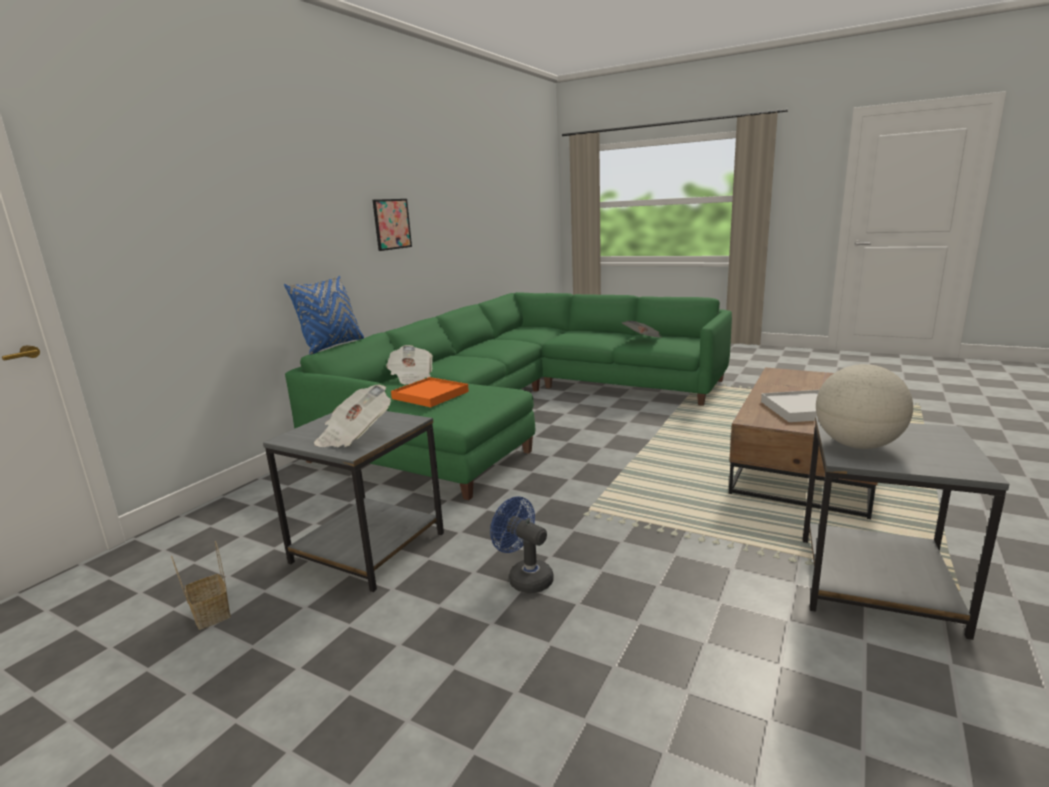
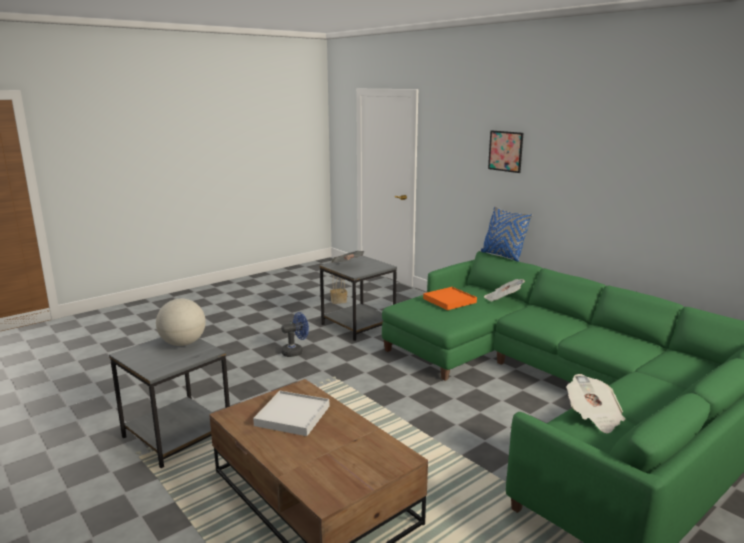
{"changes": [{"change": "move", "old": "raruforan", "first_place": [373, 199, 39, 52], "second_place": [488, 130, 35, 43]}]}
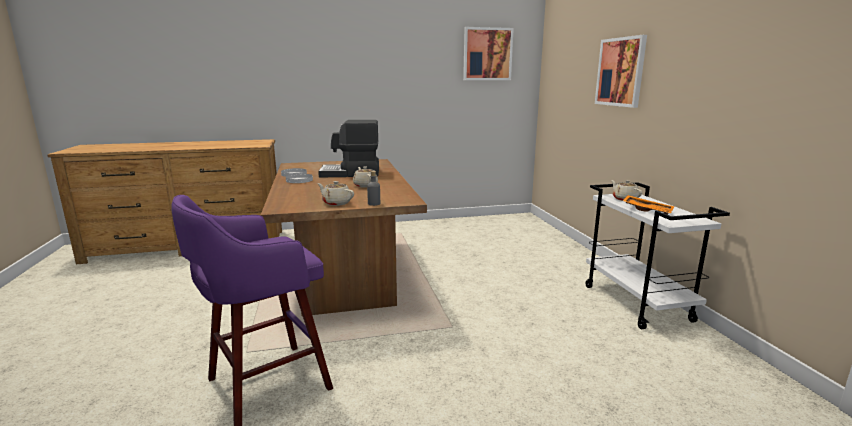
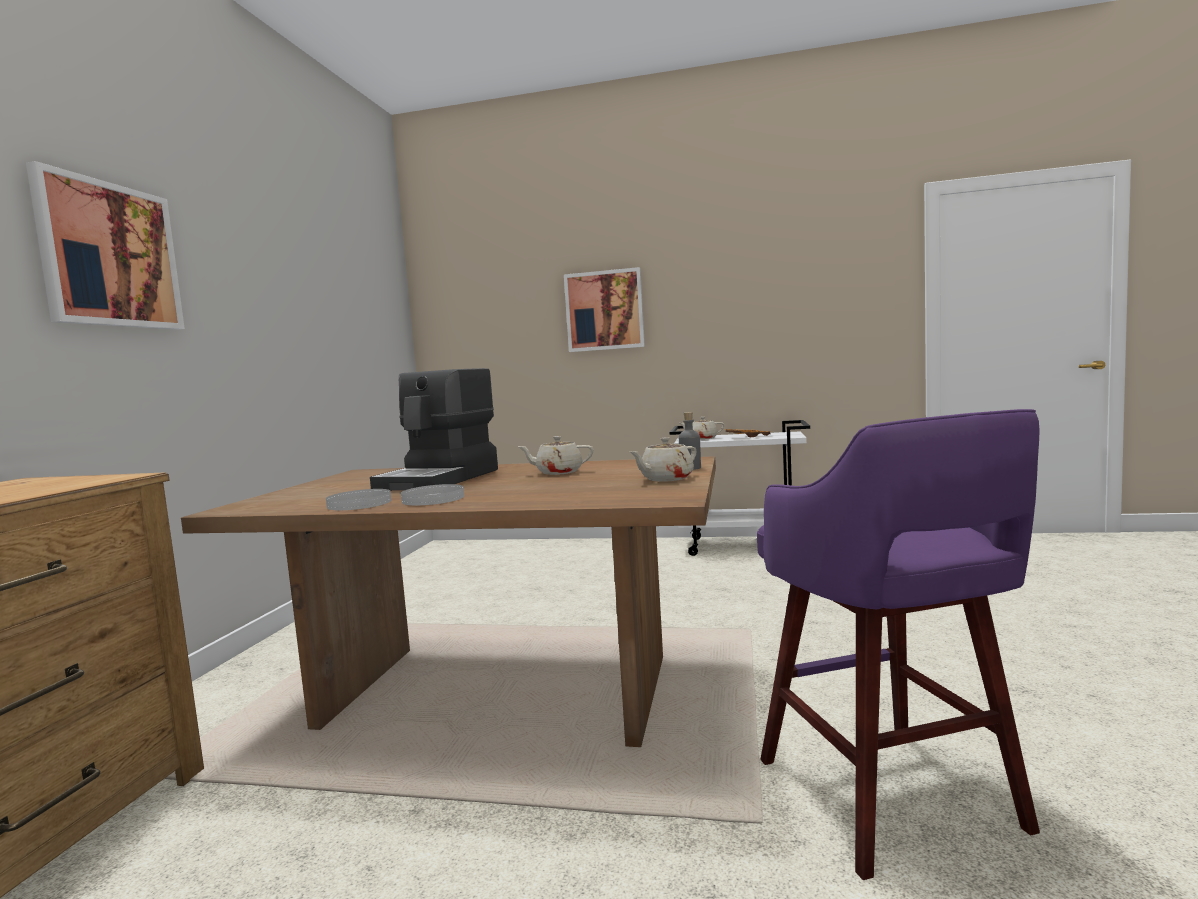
{"changes": [{"change": "move", "old": "raruforan", "first_place": [463, 27, 51, 53], "second_place": [26, 161, 159, 169]}]}
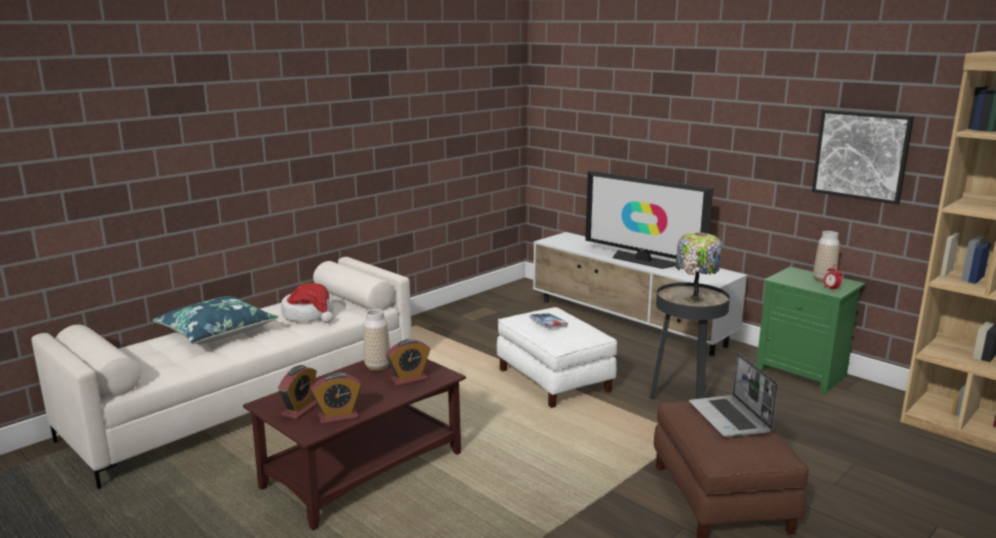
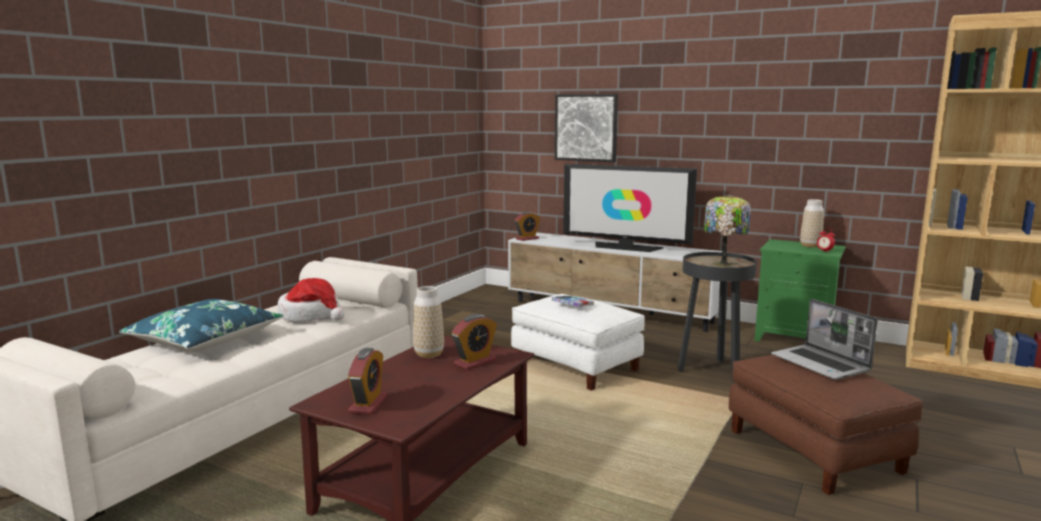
{"changes": [{"change": "move", "old": "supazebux", "first_place": [311, 373, 51, 52], "second_place": [515, 212, 25, 29]}, {"change": "move", "old": "raruforan", "first_place": [812, 109, 102, 96], "second_place": [555, 94, 63, 68]}]}
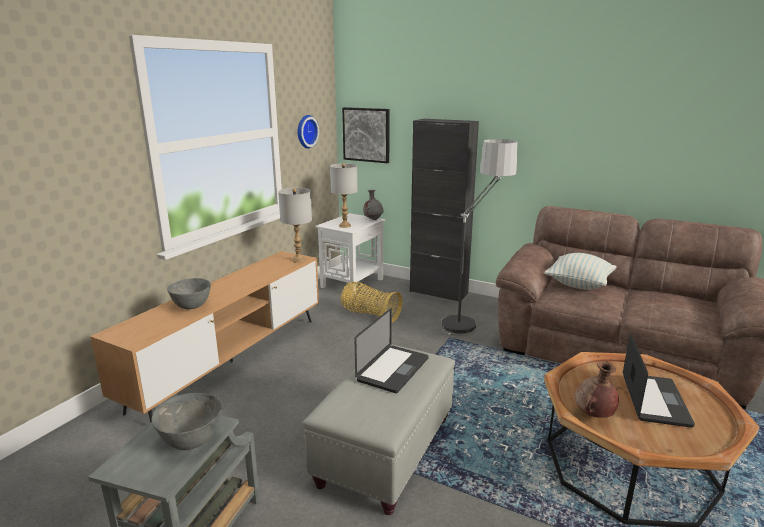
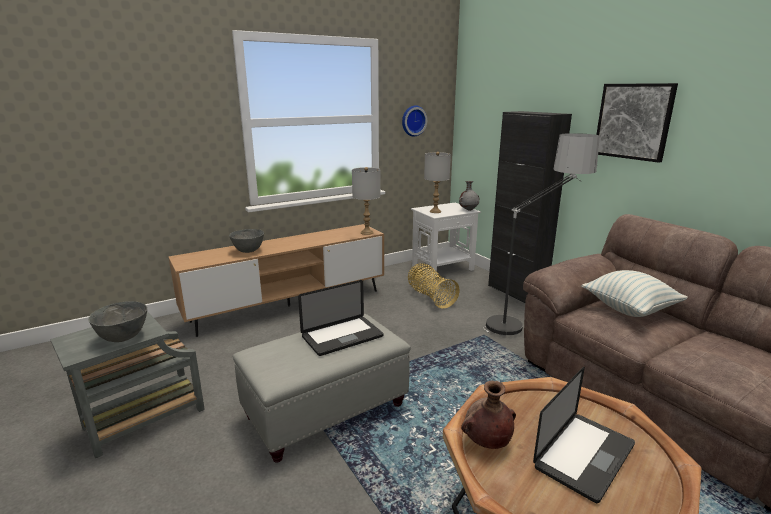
{"changes": [{"change": "move", "old": "raruforan", "first_place": [342, 107, 48, 56], "second_place": [596, 83, 82, 80]}]}
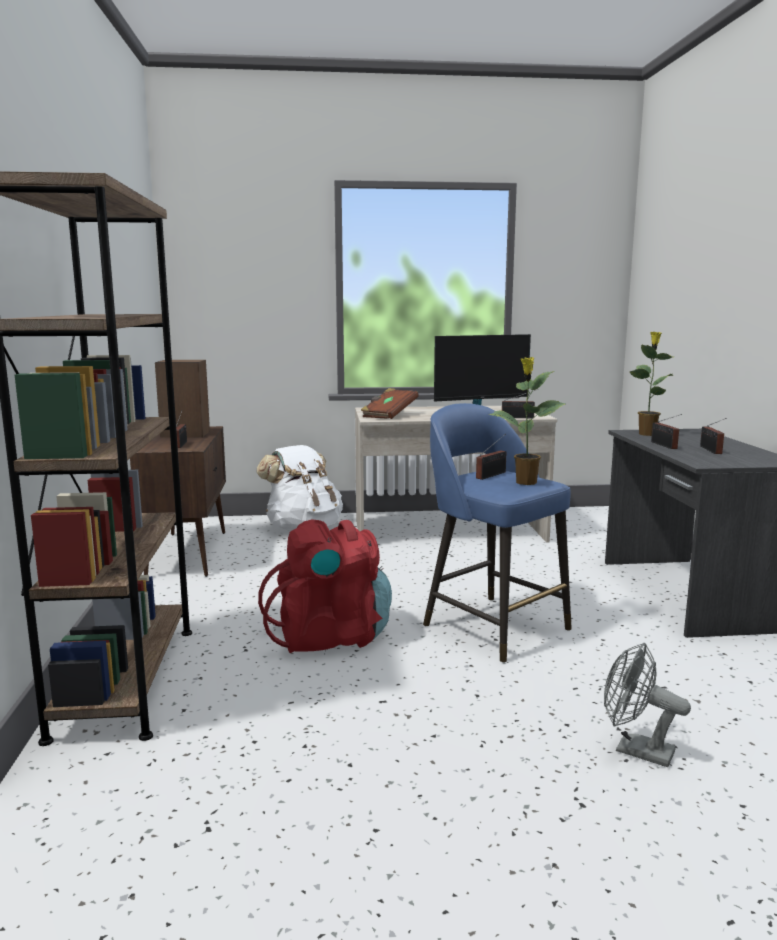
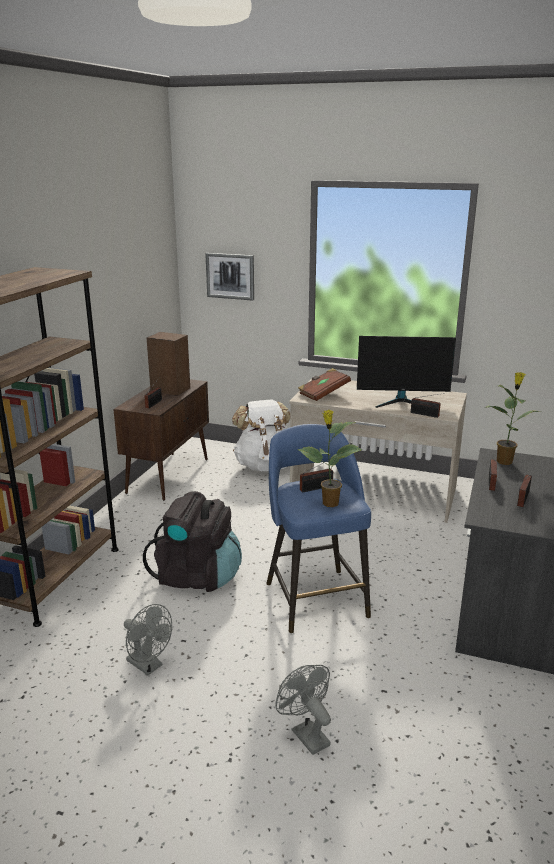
{"changes": [{"change": "insert", "new": "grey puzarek", "second_place": [124, 604, 48, 71]}, {"change": "insert", "new": "raruforan", "second_place": [205, 253, 49, 48]}, {"change": "recolor", "old": "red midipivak", "new": "black midipivak", "first_place": [258, 519, 134, 134], "second_place": [143, 491, 99, 101]}]}
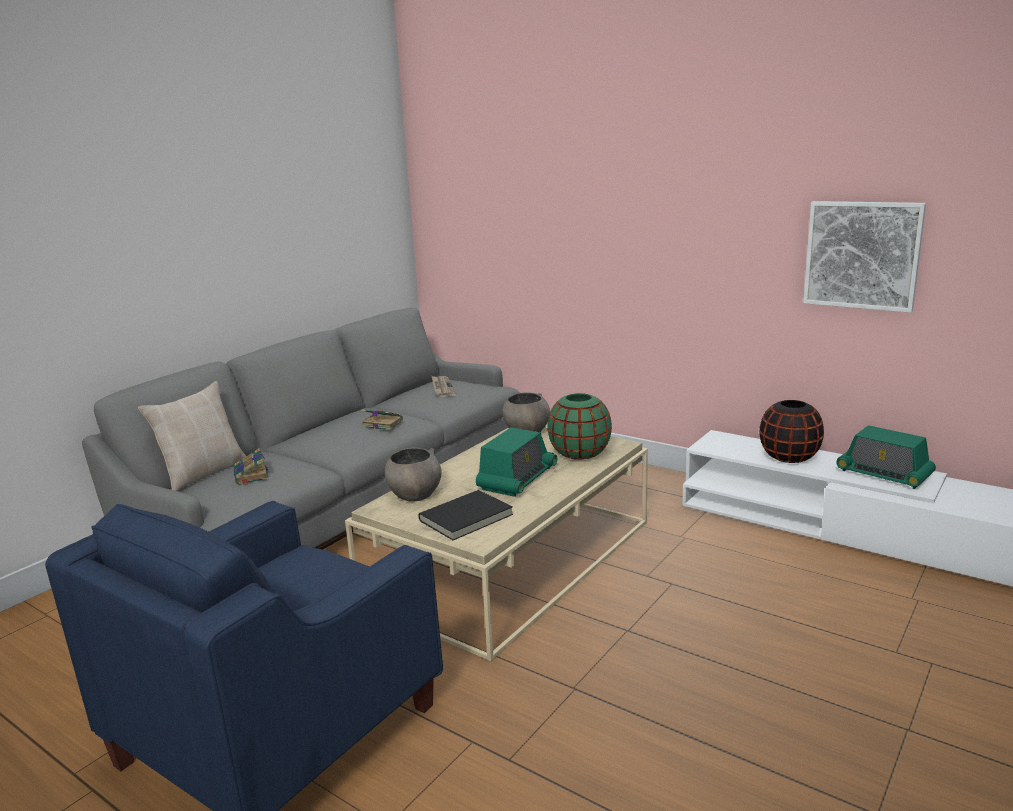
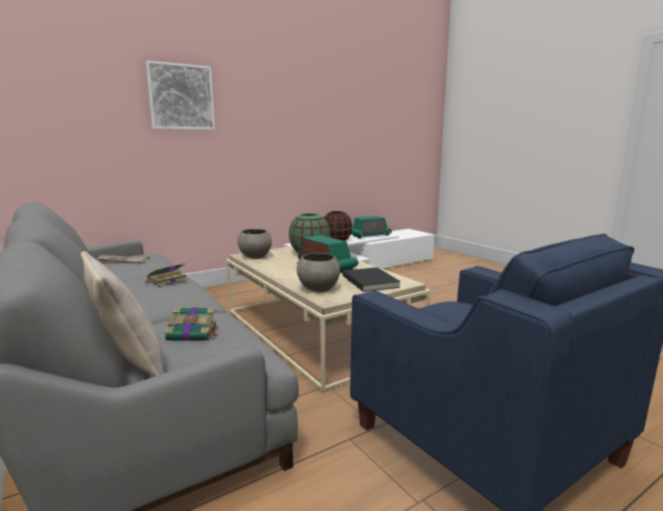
{"changes": [{"change": "move", "old": "raruforan", "first_place": [803, 201, 123, 112], "second_place": [146, 60, 69, 70]}]}
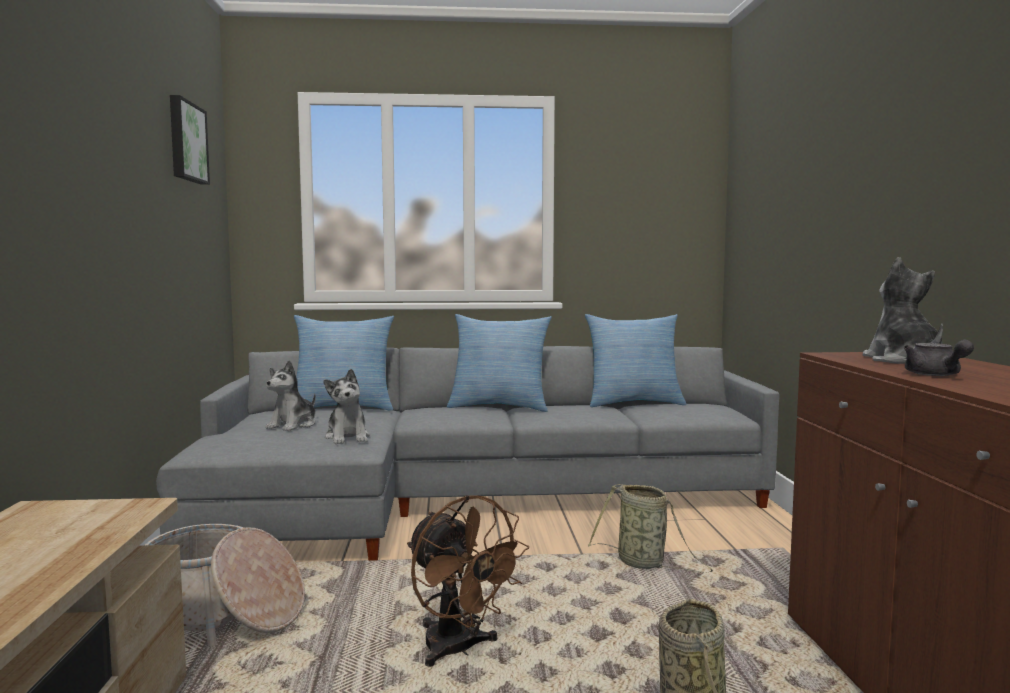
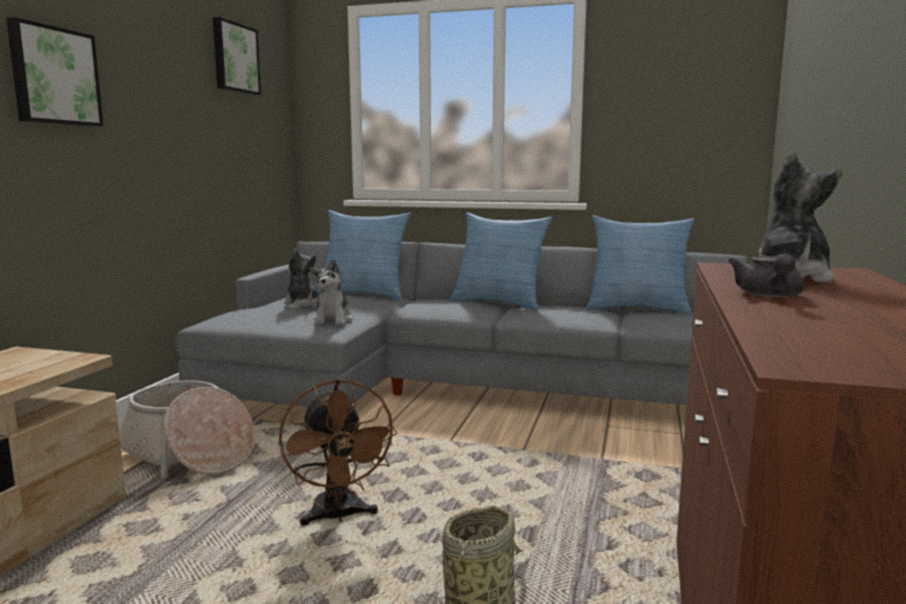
{"changes": [{"change": "delete", "old": "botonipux", "first_place": [588, 484, 125, 89]}, {"change": "insert", "new": "raruforan", "second_place": [6, 17, 98, 110]}, {"change": "rotate", "old": "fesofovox", "first_place": [266, 360, 50, 71], "second_place": [284, 248, 35, 61], "degrees": 105}]}
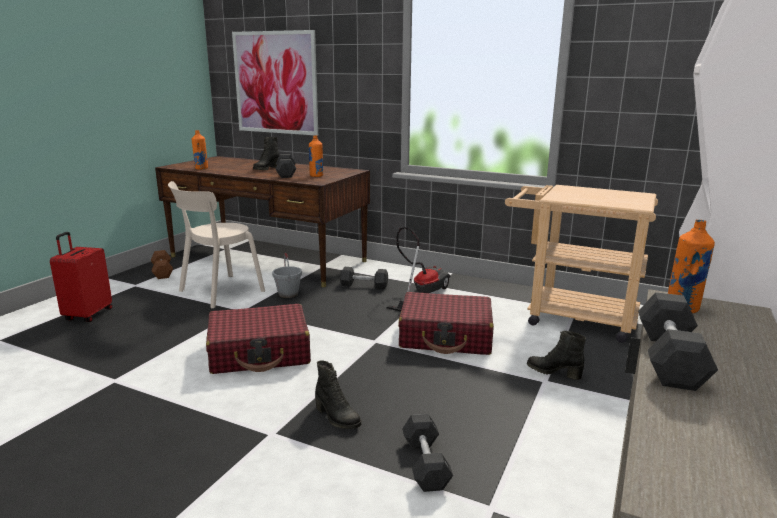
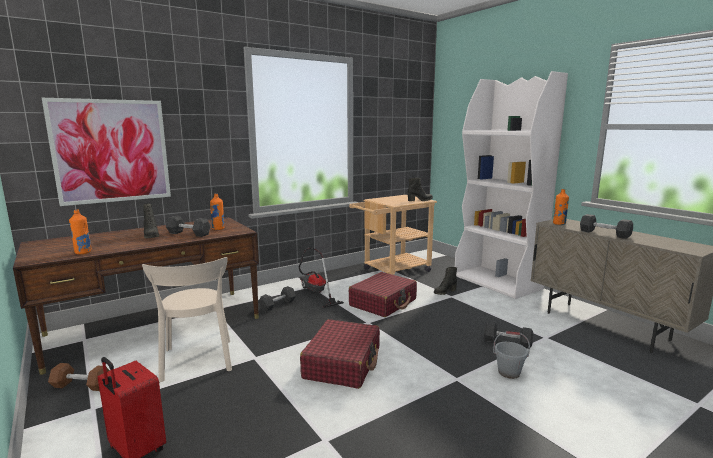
{"changes": [{"change": "move", "old": "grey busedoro", "first_place": [272, 253, 30, 45], "second_place": [493, 331, 37, 48]}, {"change": "move", "old": "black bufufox", "first_place": [315, 360, 46, 69], "second_place": [408, 178, 25, 23]}]}
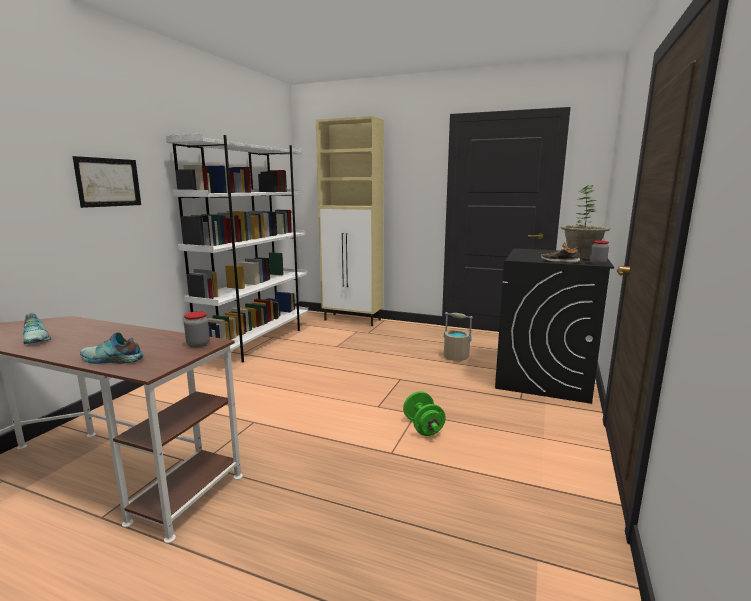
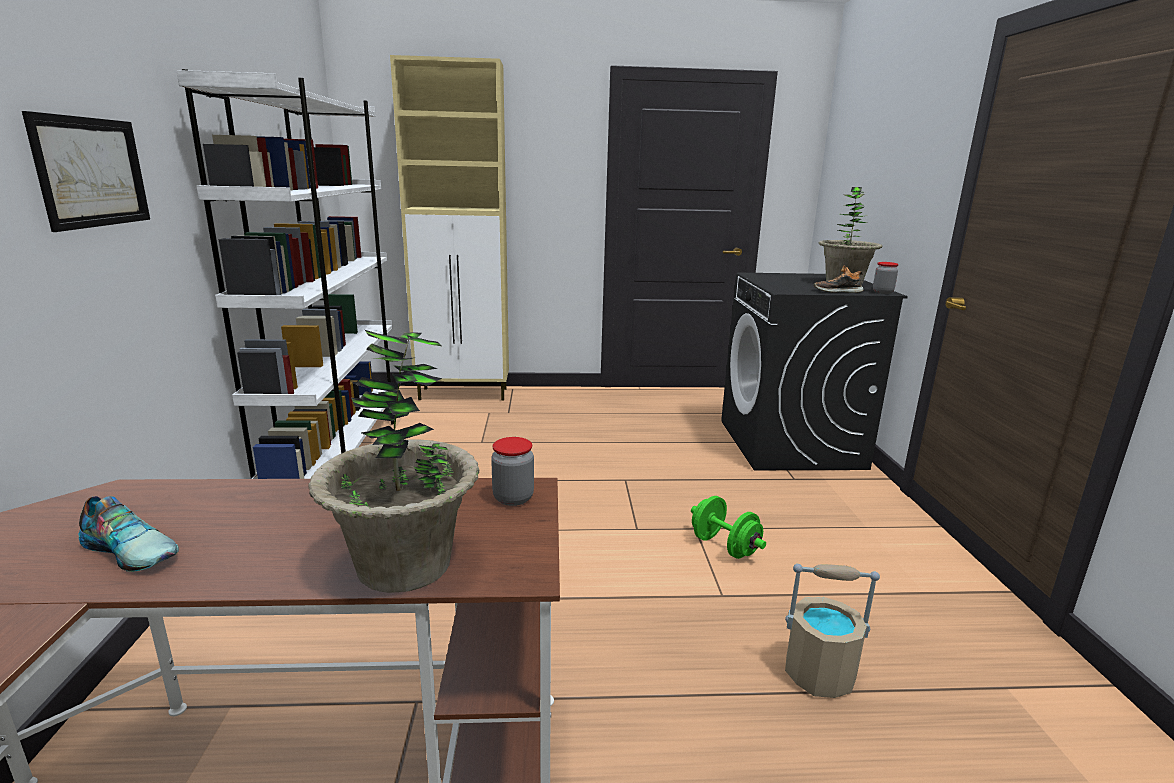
{"changes": [{"change": "move", "old": "beige busedoro", "first_place": [444, 312, 29, 49], "second_place": [785, 564, 95, 134]}, {"change": "replace", "old": "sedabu", "new": "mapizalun", "first_place": [80, 332, 63, 32], "second_place": [309, 330, 170, 263]}]}
